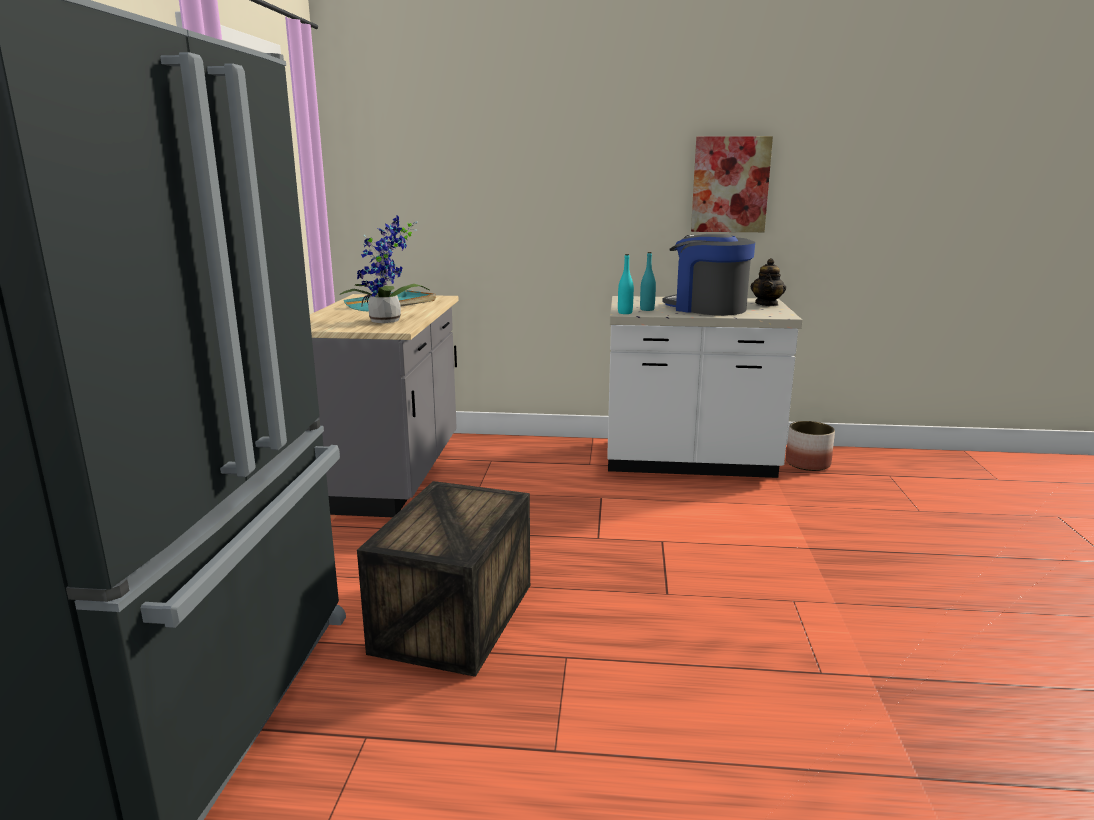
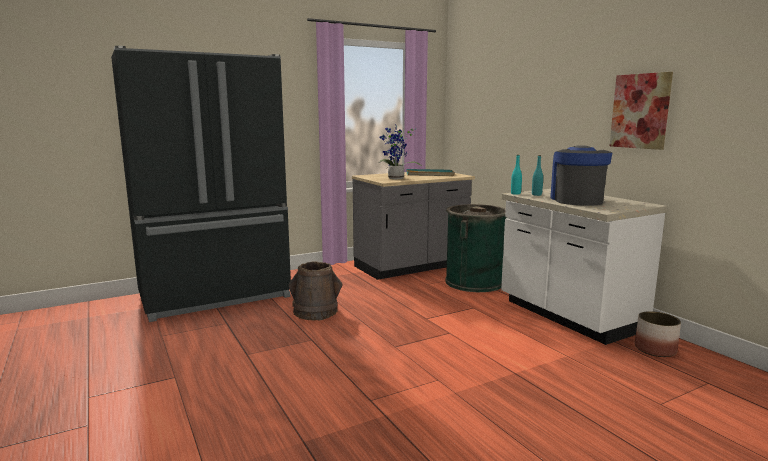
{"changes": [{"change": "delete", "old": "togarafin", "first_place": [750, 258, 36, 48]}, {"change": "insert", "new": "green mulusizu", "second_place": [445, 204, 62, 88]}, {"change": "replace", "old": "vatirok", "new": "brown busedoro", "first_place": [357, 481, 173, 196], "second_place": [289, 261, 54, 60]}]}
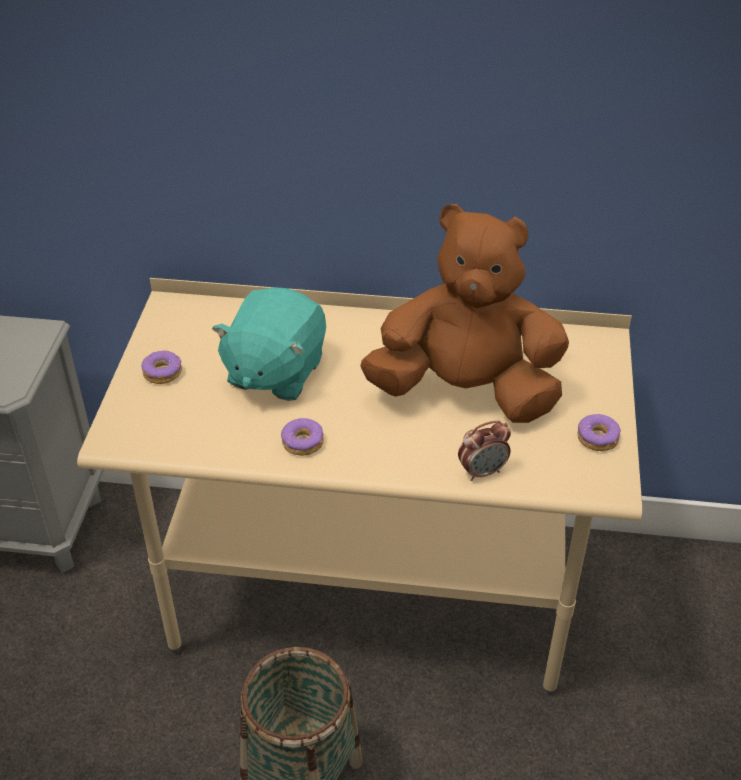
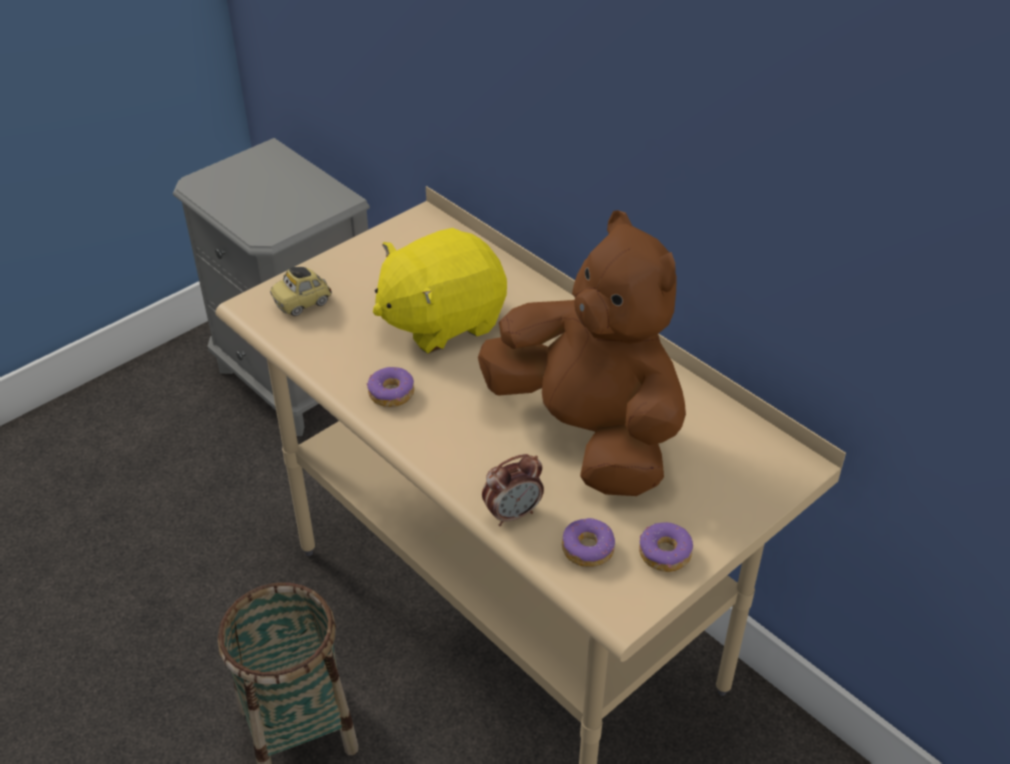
{"changes": [{"change": "insert", "new": "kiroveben", "second_place": [270, 267, 62, 49]}, {"change": "move", "old": "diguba", "first_place": [141, 351, 41, 33], "second_place": [562, 518, 53, 49]}, {"change": "recolor", "old": "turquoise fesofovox", "new": "yellow fesofovox", "first_place": [212, 287, 114, 114], "second_place": [373, 228, 134, 126]}, {"change": "rotate", "old": "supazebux", "first_place": [458, 421, 53, 60], "second_place": [482, 454, 62, 72], "degrees": -45}]}
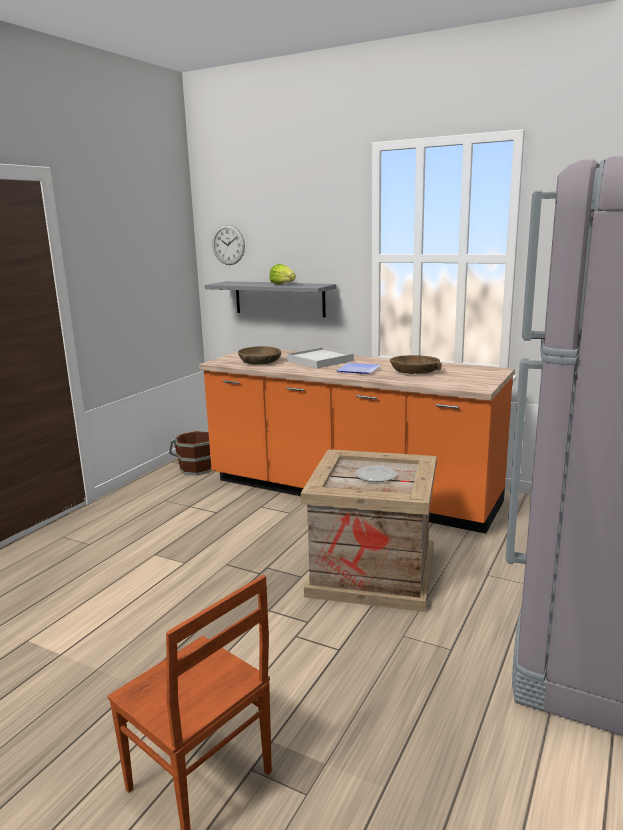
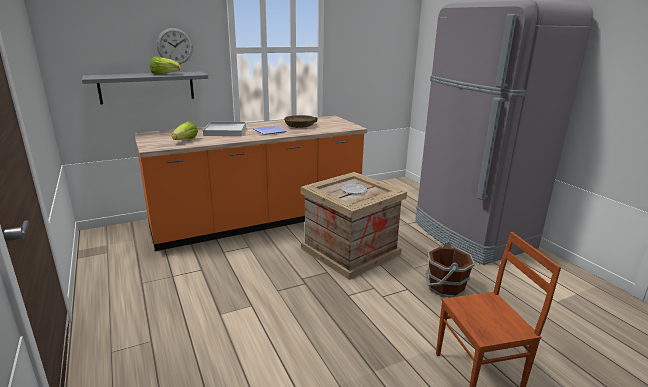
{"changes": [{"change": "move", "old": "brown busedoro", "first_place": [169, 431, 43, 45], "second_place": [425, 242, 50, 56]}, {"change": "move", "old": "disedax", "first_place": [212, 224, 33, 41], "second_place": [157, 28, 36, 36]}, {"change": "replace", "old": "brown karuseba", "new": "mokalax", "first_place": [238, 346, 43, 19], "second_place": [172, 121, 26, 19]}]}
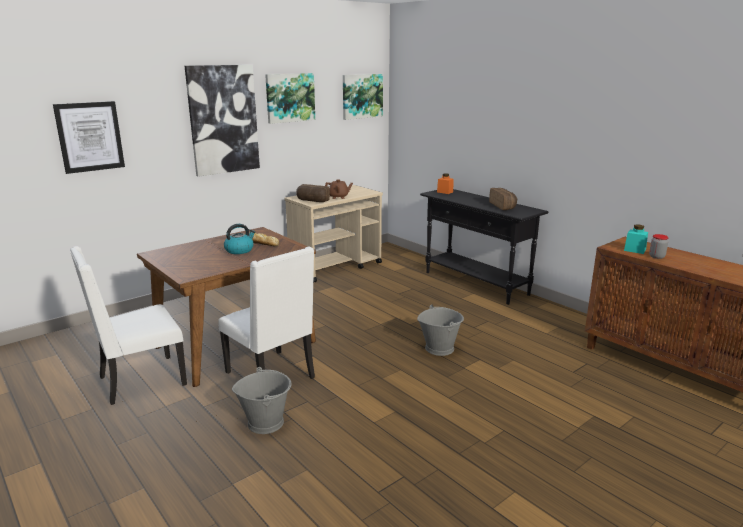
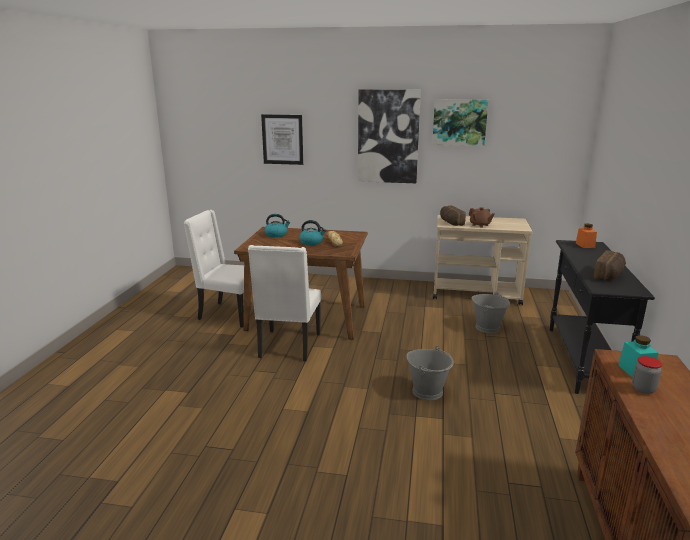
{"changes": [{"change": "delete", "old": "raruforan", "first_place": [343, 74, 40, 46]}, {"change": "insert", "new": "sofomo", "second_place": [264, 214, 26, 24]}, {"change": "move", "old": "grey busedoro", "first_place": [232, 367, 59, 67], "second_place": [472, 291, 38, 42]}]}
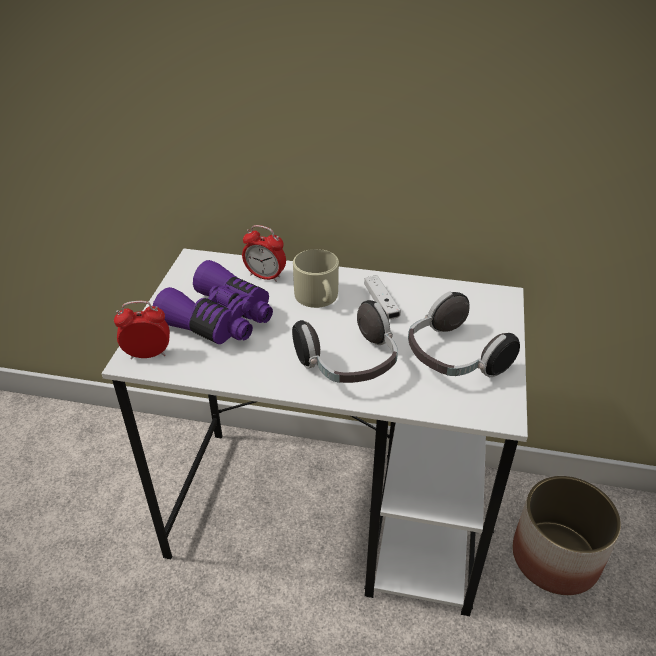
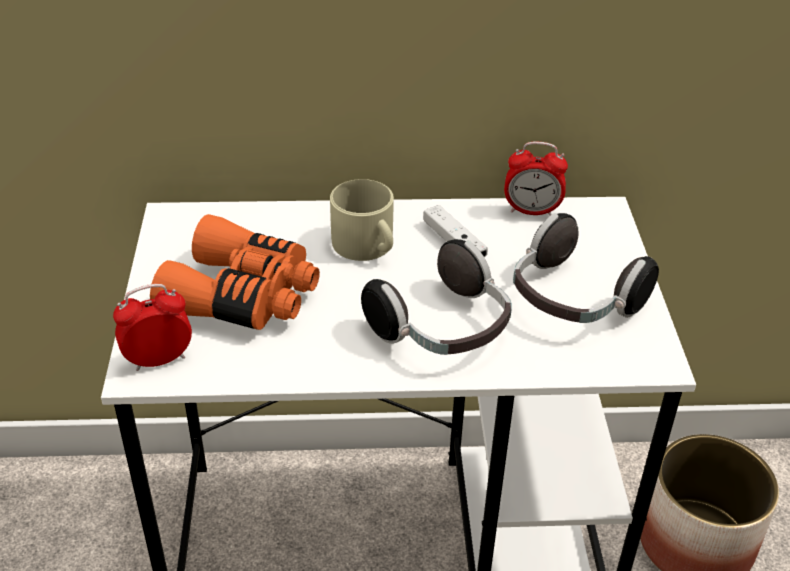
{"changes": [{"change": "move", "old": "supazebux", "first_place": [242, 225, 44, 57], "second_place": [504, 142, 64, 74]}, {"change": "recolor", "old": "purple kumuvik", "new": "orange kumuvik", "first_place": [153, 260, 120, 84], "second_place": [150, 214, 170, 116]}]}
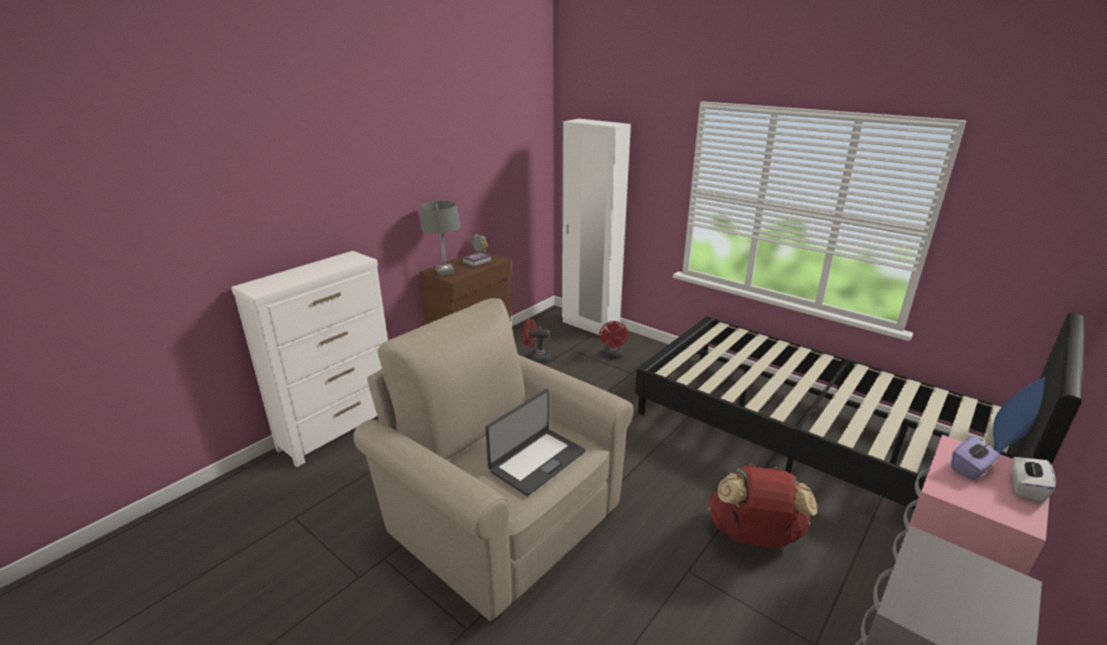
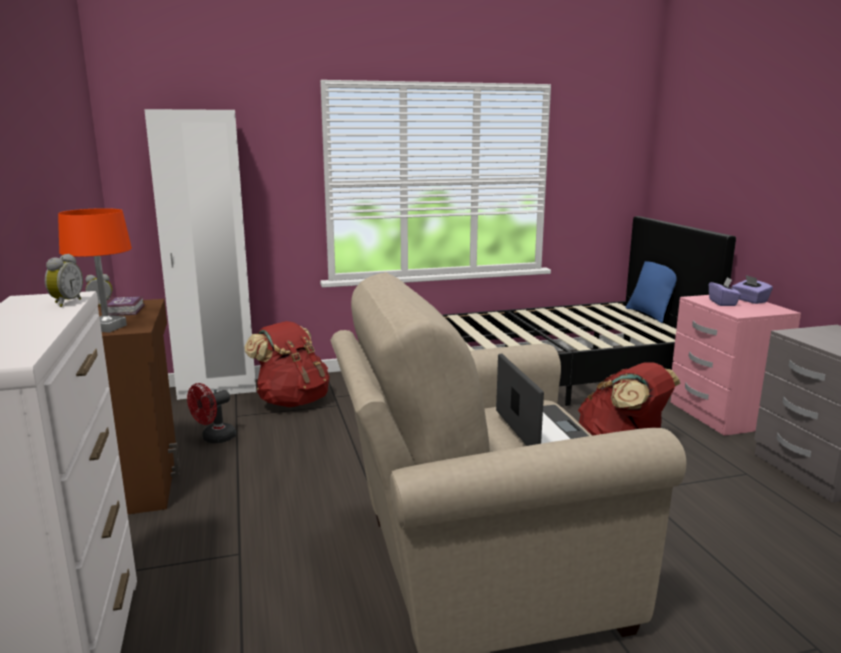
{"changes": [{"change": "insert", "new": "supazebux", "second_place": [45, 254, 38, 53]}, {"change": "replace", "old": "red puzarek", "new": "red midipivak", "first_place": [599, 321, 30, 38], "second_place": [245, 321, 85, 86]}, {"change": "recolor", "old": "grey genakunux", "new": "orange genakunux", "first_place": [421, 201, 40, 75], "second_place": [58, 208, 74, 125]}, {"change": "recolor", "old": "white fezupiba", "new": "purple fezupiba", "first_place": [1012, 457, 44, 45], "second_place": [732, 275, 41, 29]}]}
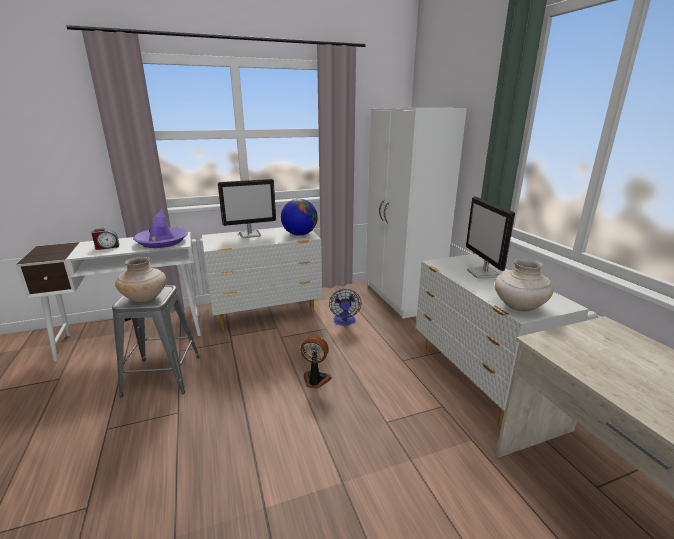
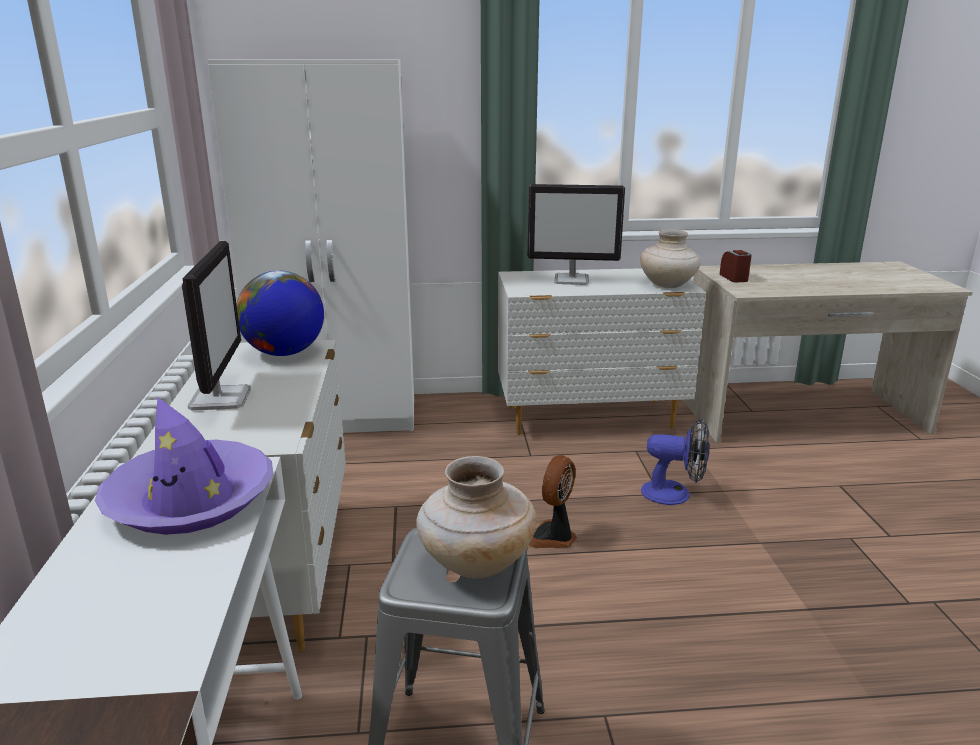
{"changes": [{"change": "move", "old": "supazebux", "first_place": [91, 229, 28, 21], "second_place": [719, 250, 33, 33]}, {"change": "move", "old": "puzarek", "first_place": [329, 289, 33, 37], "second_place": [641, 418, 69, 87]}]}
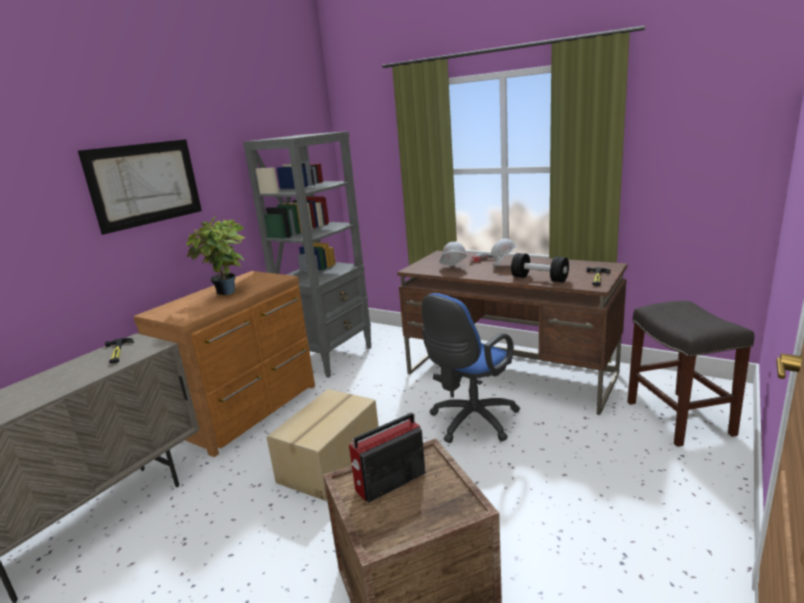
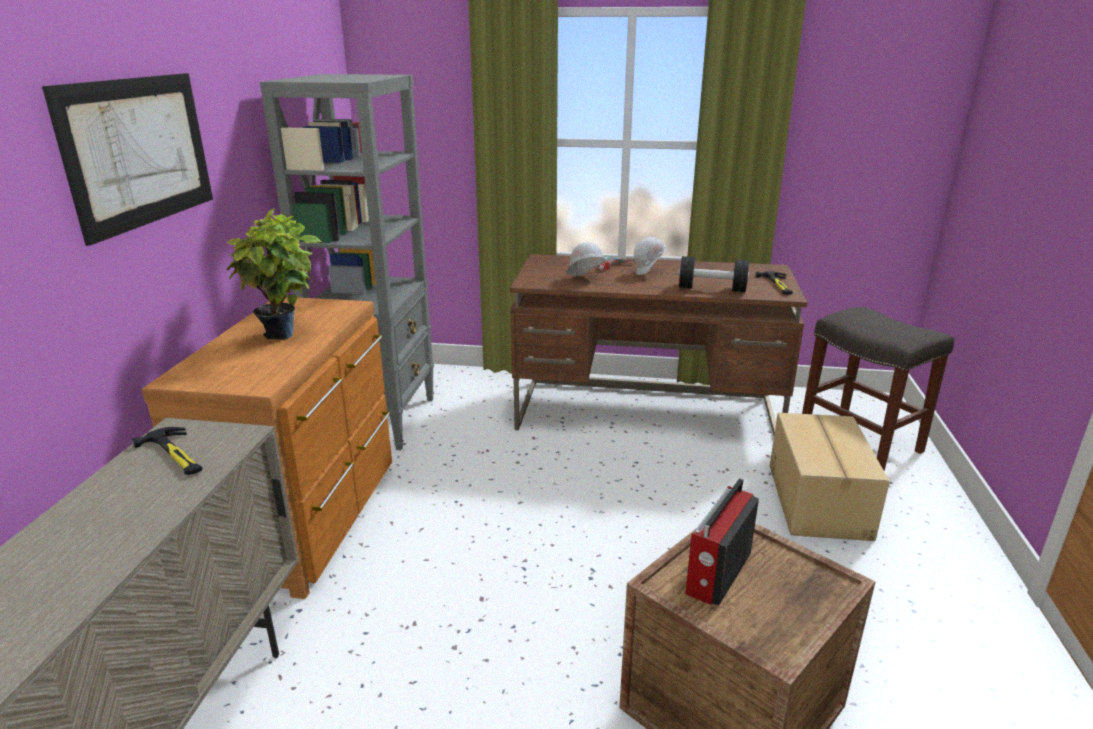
{"changes": [{"change": "delete", "old": "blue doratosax", "first_place": [422, 293, 98, 150]}, {"change": "move", "old": "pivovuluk", "first_place": [266, 389, 113, 112], "second_place": [770, 413, 120, 128]}]}
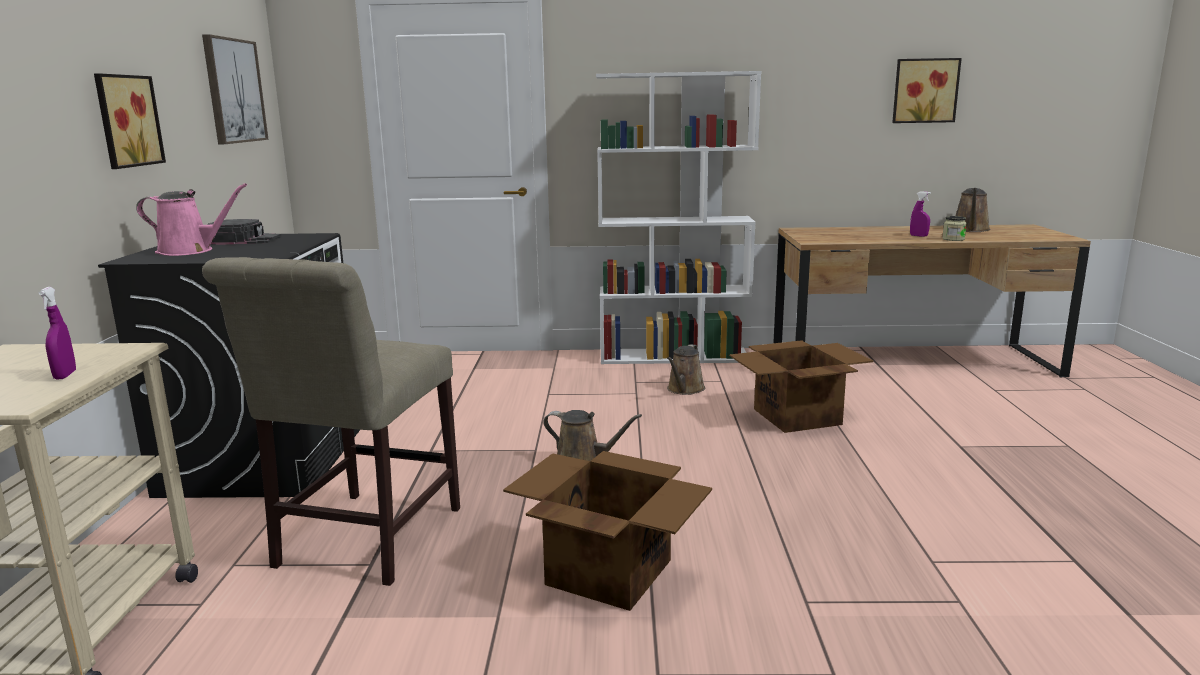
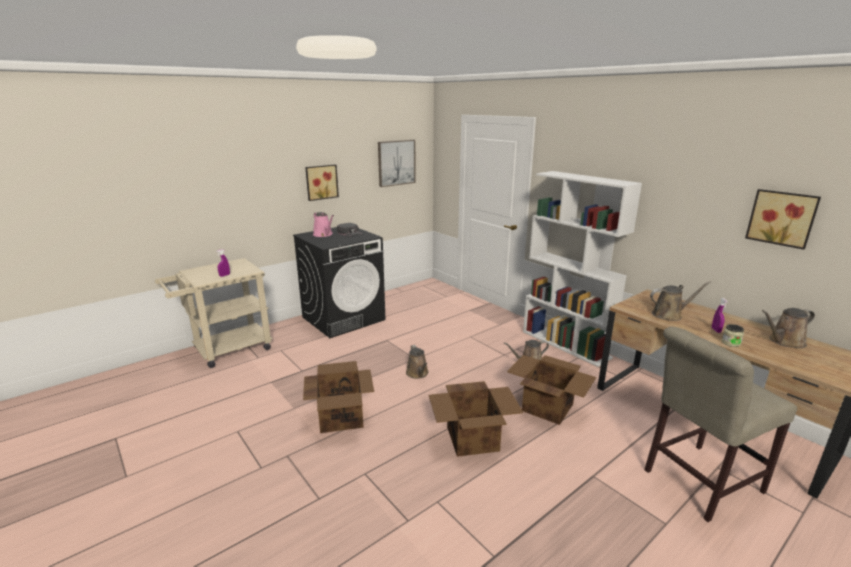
{"changes": [{"change": "insert", "new": "pivovuluk", "second_place": [429, 381, 94, 76]}, {"change": "insert", "new": "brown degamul", "second_place": [650, 281, 61, 40]}, {"change": "move", "old": "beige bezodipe", "first_place": [202, 257, 258, 329], "second_place": [644, 327, 153, 195]}]}
